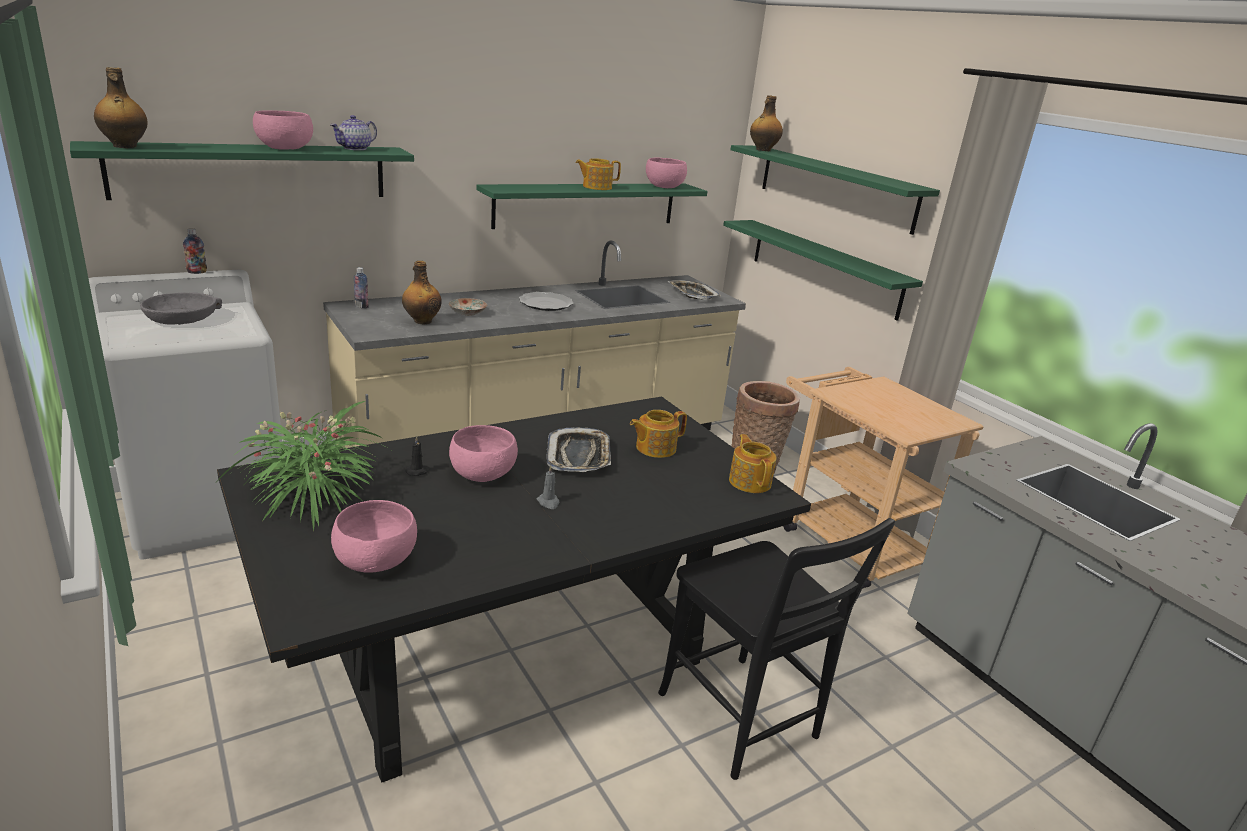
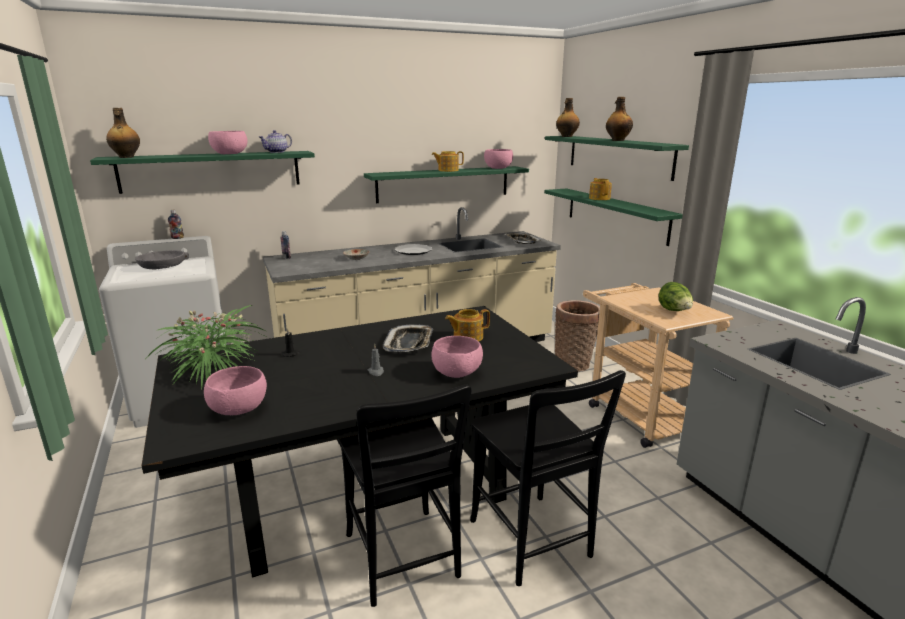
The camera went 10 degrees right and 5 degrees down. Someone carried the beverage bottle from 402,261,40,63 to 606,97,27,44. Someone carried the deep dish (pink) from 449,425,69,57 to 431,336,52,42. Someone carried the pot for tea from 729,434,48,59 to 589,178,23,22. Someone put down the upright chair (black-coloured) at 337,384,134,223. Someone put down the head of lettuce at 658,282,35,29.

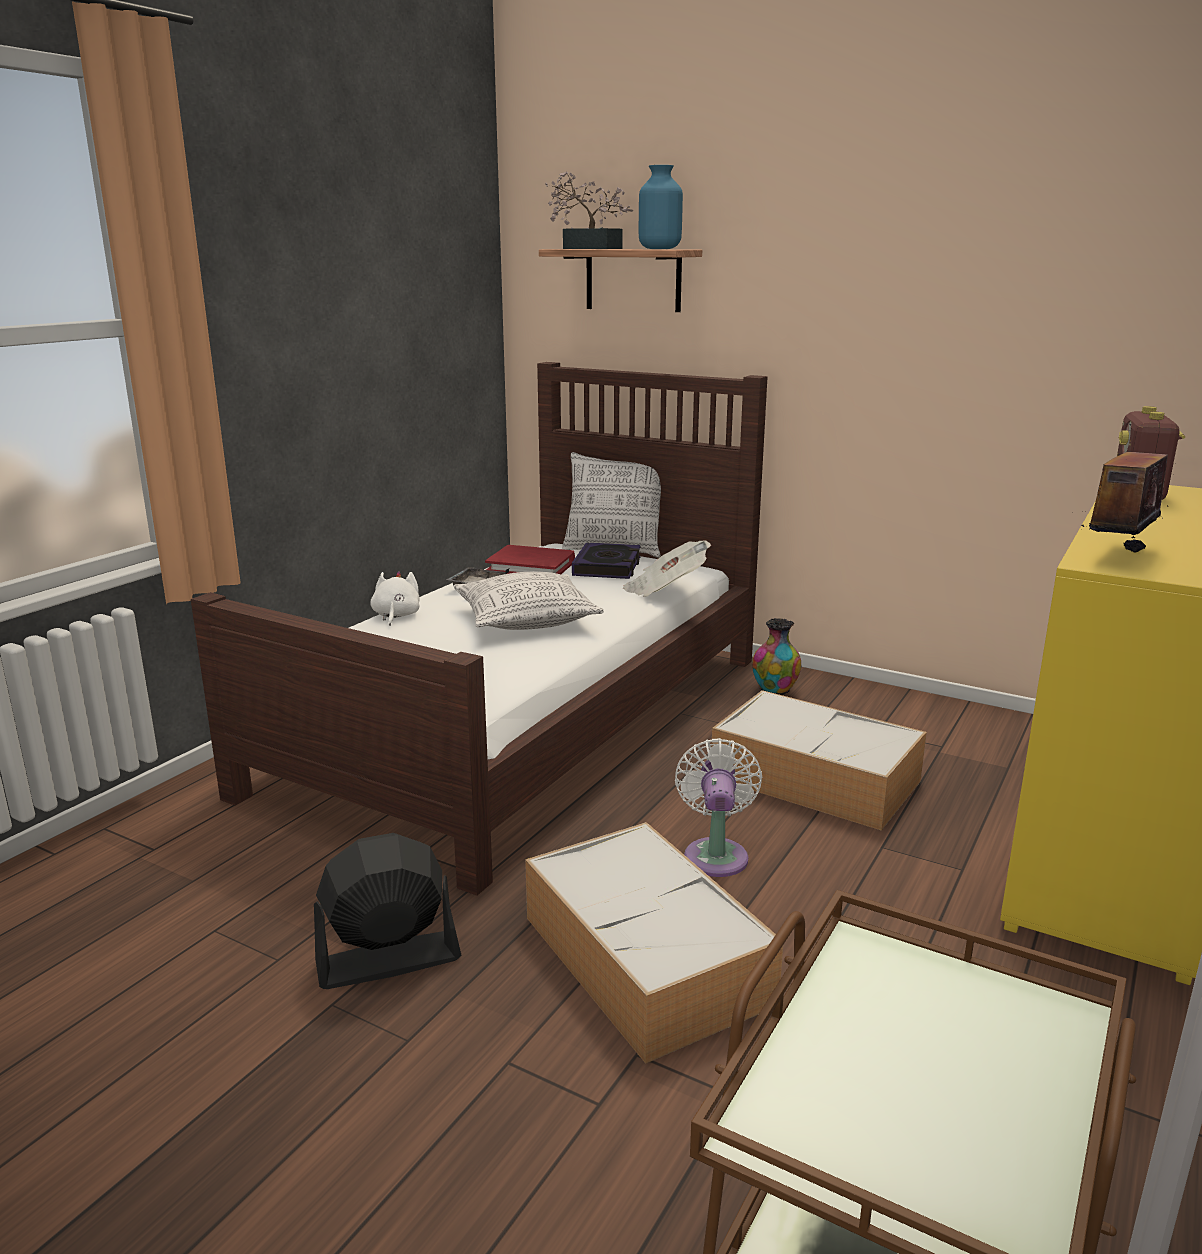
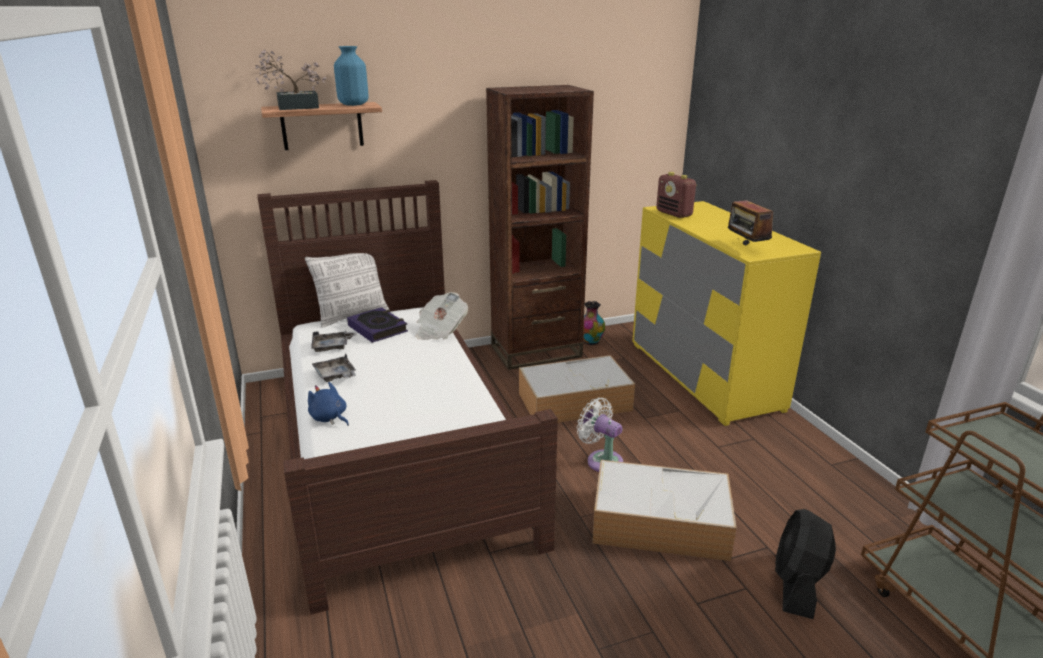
The camera went 50 degrees left and 5 degrees up. Someone carried the fan (black-coloured) from 314,833,148,156 to 775,509,61,110. Someone repainted the plush toy (white-coloured) at 370,571,50,55, which became the plush toy (bluish) at 308,382,41,44. Someone took away the pillow at 454,572,150,58. Someone swapped the volume (reddish) at 485,545,90,29 for the serving tray (grey) at 311,331,45,21. Someone carried the flower vase from 752,618,49,77 to 583,301,22,44. Someone put down the bookshelf (brownish) at 486,85,108,285.

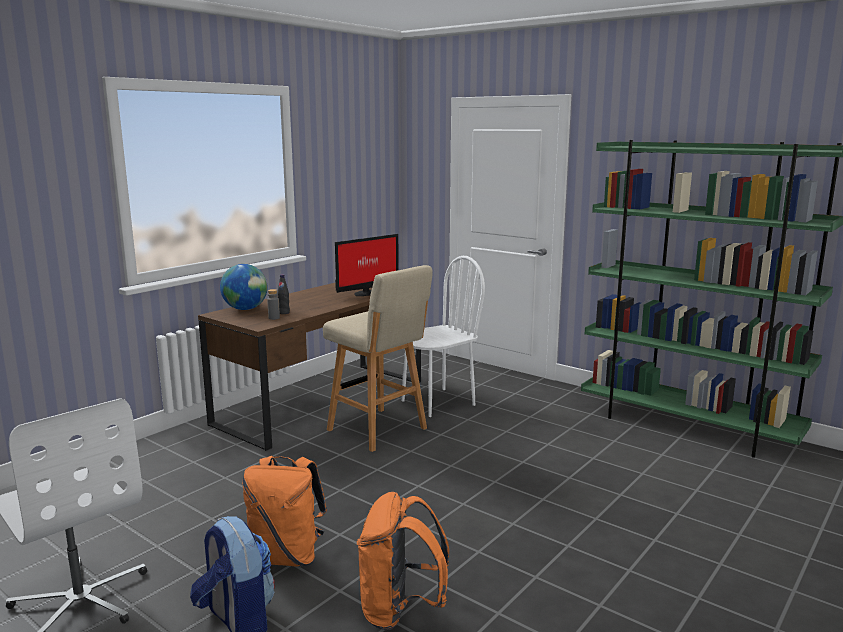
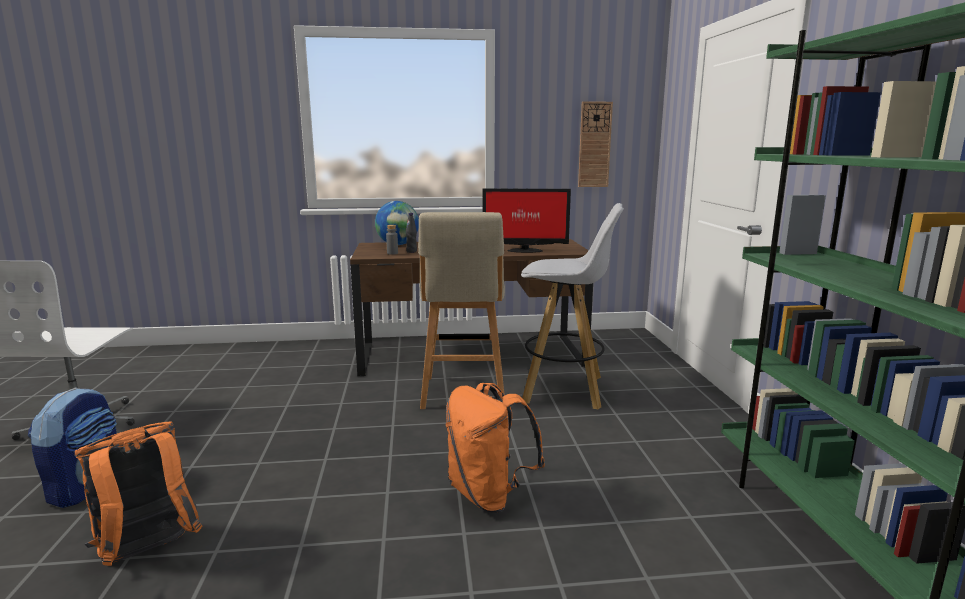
The camera went 45 degrees right and 0 degrees up. Someone carried the backpack (orange-coloured) from 242,456,85,111 to 446,383,99,130. Someone swapped the upright chair (white-coloured) at 402,256,83,161 for the stool (white-coloured) at 521,203,103,206. Someone put up the wall clock at 578,101,35,86.

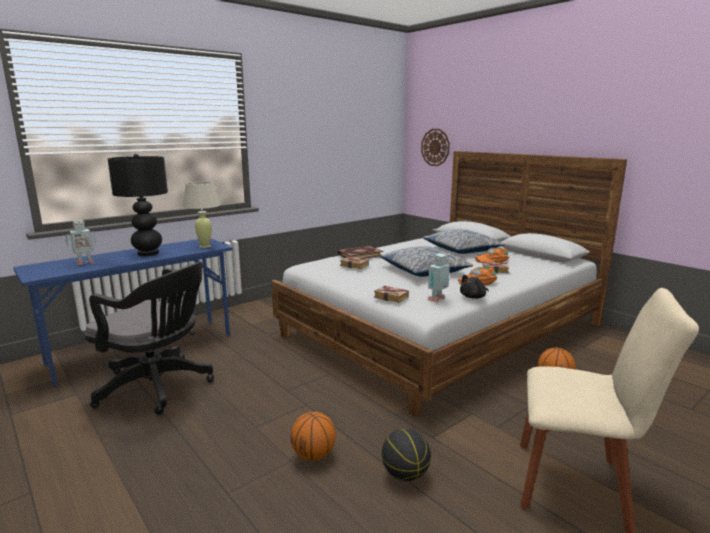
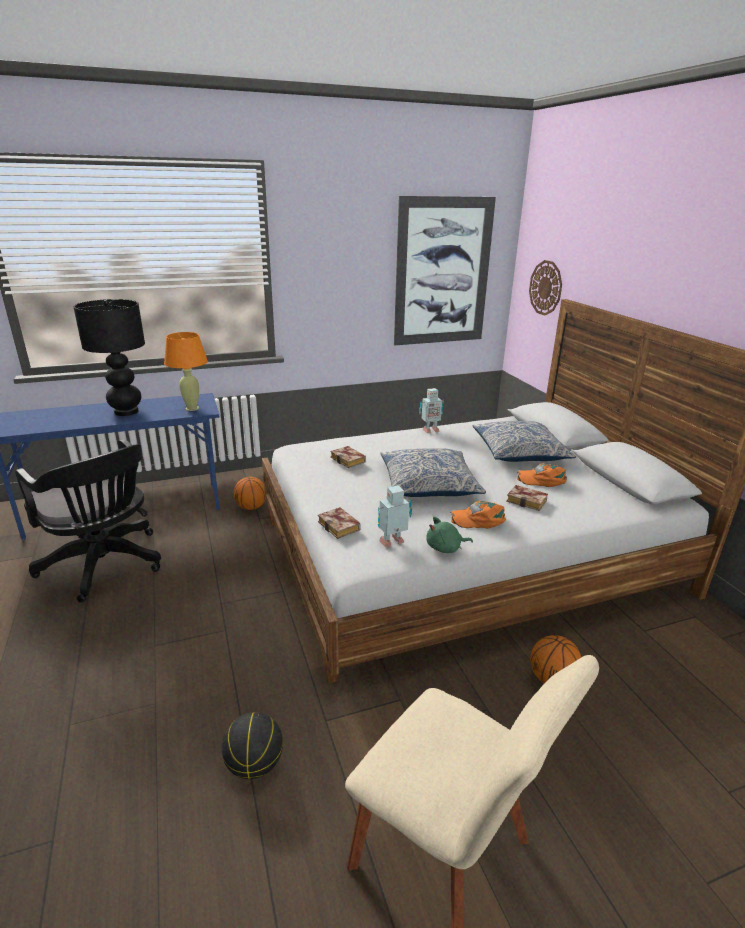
The camera went 20 degrees right and 10 degrees up. Someone carried the model robot from 66,220,30,45 to 419,388,25,45. Someone repainted the tabletop lamp (beige) at 183,182,37,66, which became the tabletop lamp (orange-coloured) at 164,332,44,79. Someone carried the basketball ball from 290,412,46,48 to 233,477,33,33. Someone took away the volume at 337,246,47,13. Someone repainted the plush toy (black-coloured) at 460,275,29,24, which became the plush toy (greenish) at 426,517,47,36. Someone put up the wall picture at 394,196,102,150.

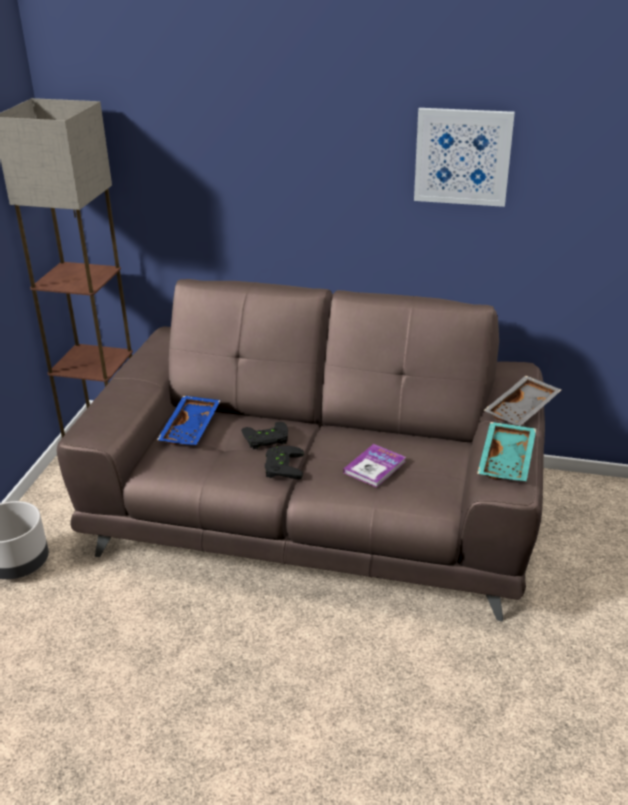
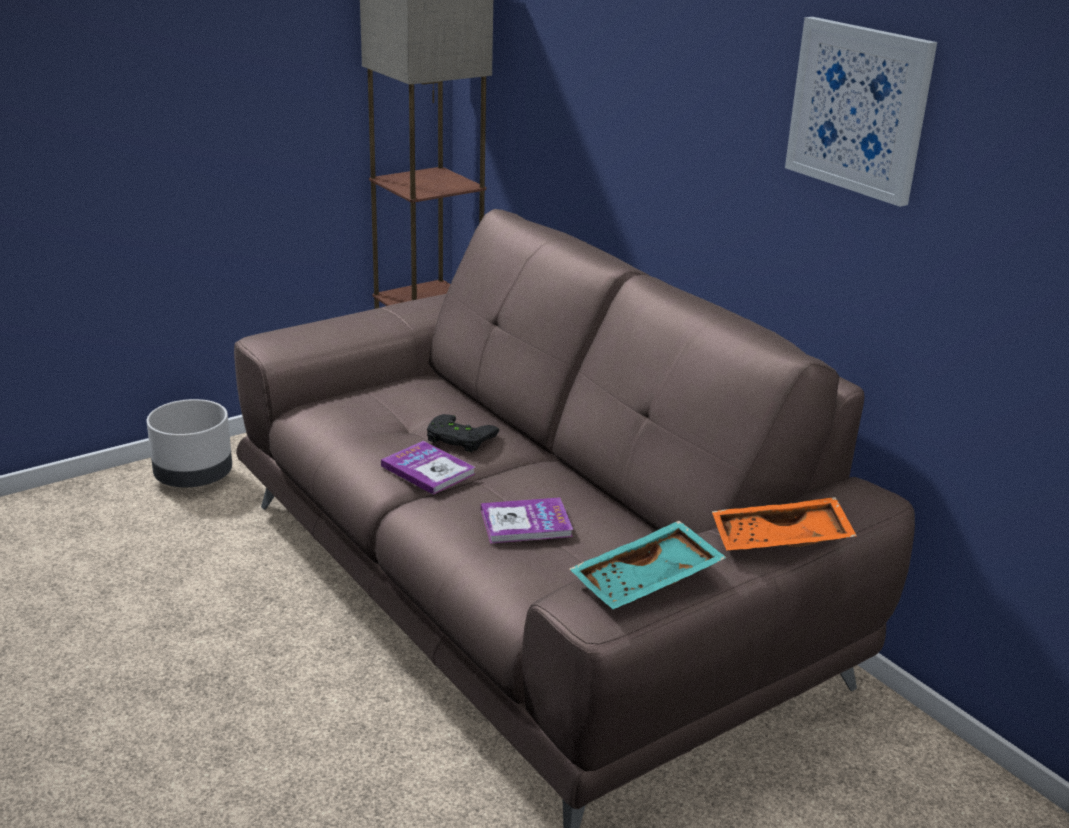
The camera went 40 degrees right and 5 degrees down. Someone took away the serving tray (bluish) at 157,396,64,49. Someone swapped the joypad (black-coloured) at 265,446,39,33 for the volume at 381,441,94,54. Someone repainted the serving tray (grey) at 483,375,78,51, which became the serving tray (orange-coloured) at 712,497,145,54.

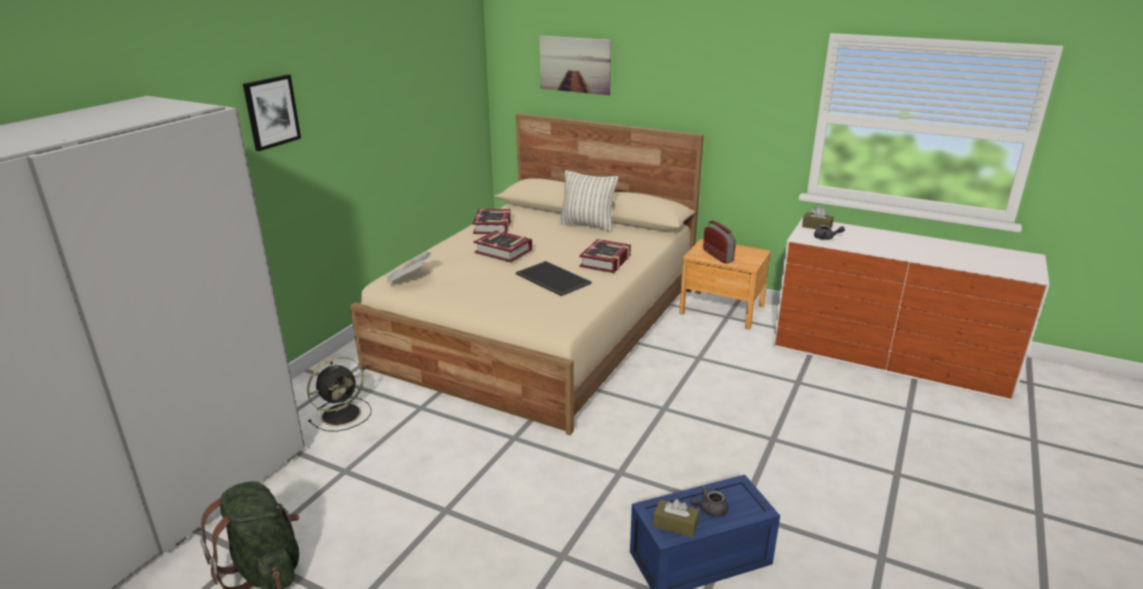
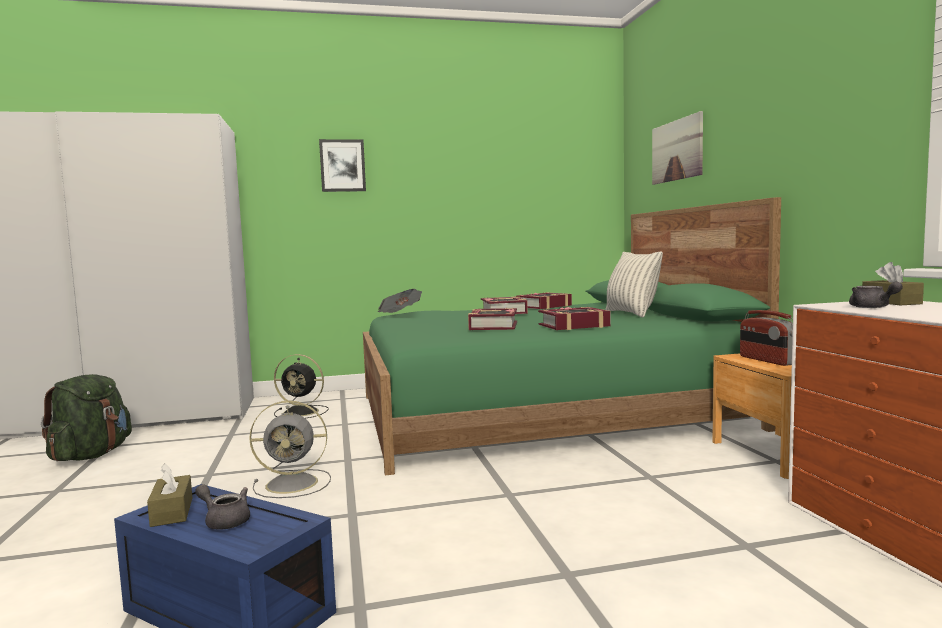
The camera went 50 degrees right and 20 degrees down. Someone repainted the sleeping bed (beige) at 350,113,354,322, which became the sleeping bed (greenish) at 363,197,418,279. Someone swapped the serving tray at 516,261,76,35 for the volume at 468,308,49,22. Someone rotated the radio set at 703,220,33,43 by 135 degrees clockwise. Someone put down the fan (grey) at 249,401,82,97.

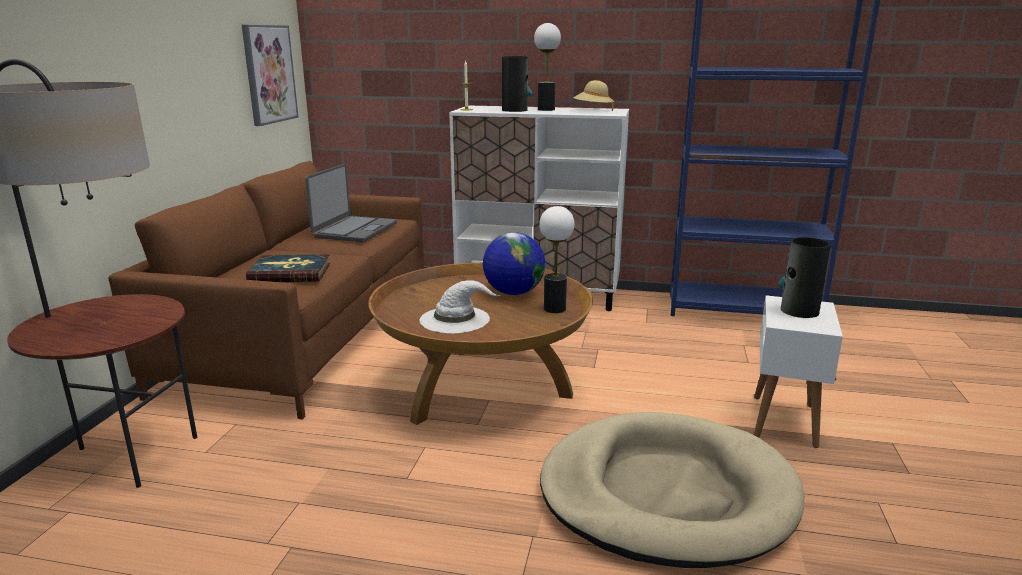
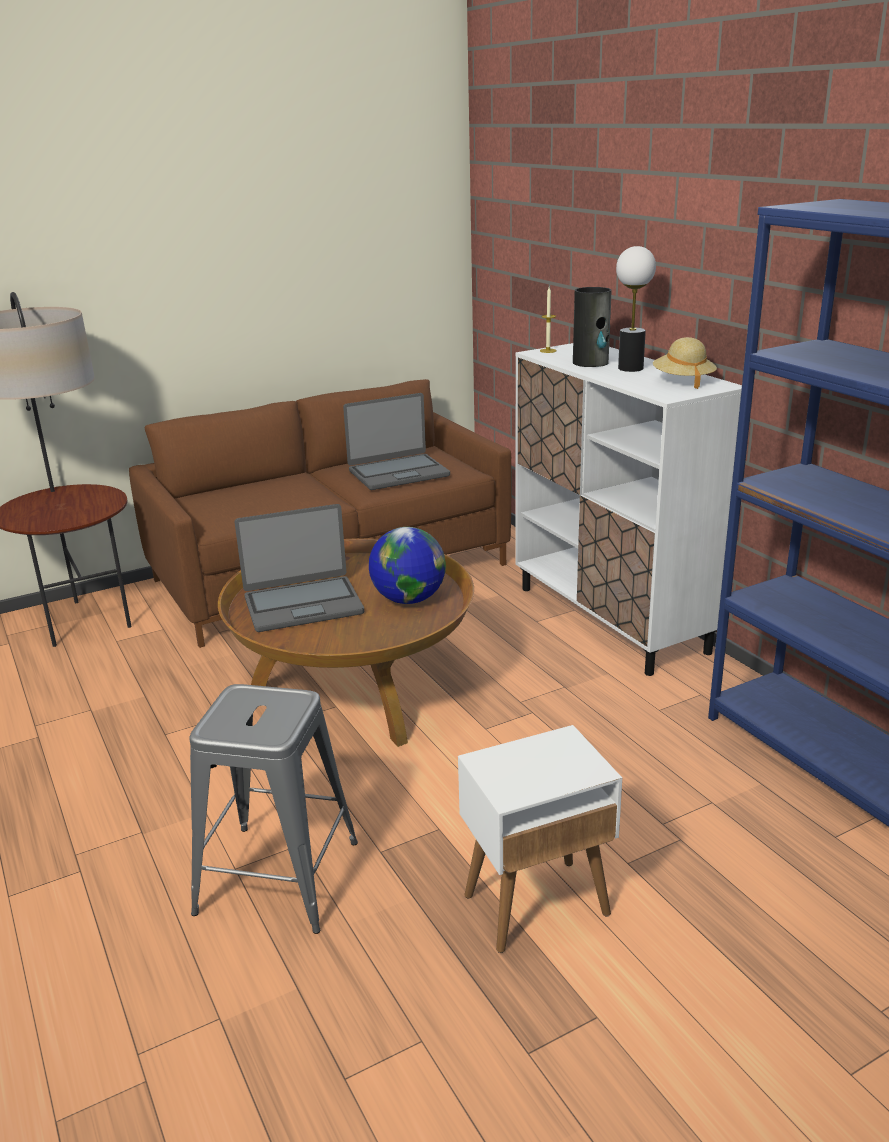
The camera went 50 degrees right and 5 degrees up. Someone took away the wall picture at 242,25,56,101. Someone took away the volume at 246,254,84,28. Someone swapped the clothing hat (white-coloured) at 420,280,81,54 for the notebook computer at 235,504,129,128. Someone took away the tabletop lamp at 539,206,36,107. Someone swapped the pet bed (beige) at 540,412,264,156 for the stool (grey) at 189,684,169,250. Someone took away the flower vase at 778,237,53,81.

